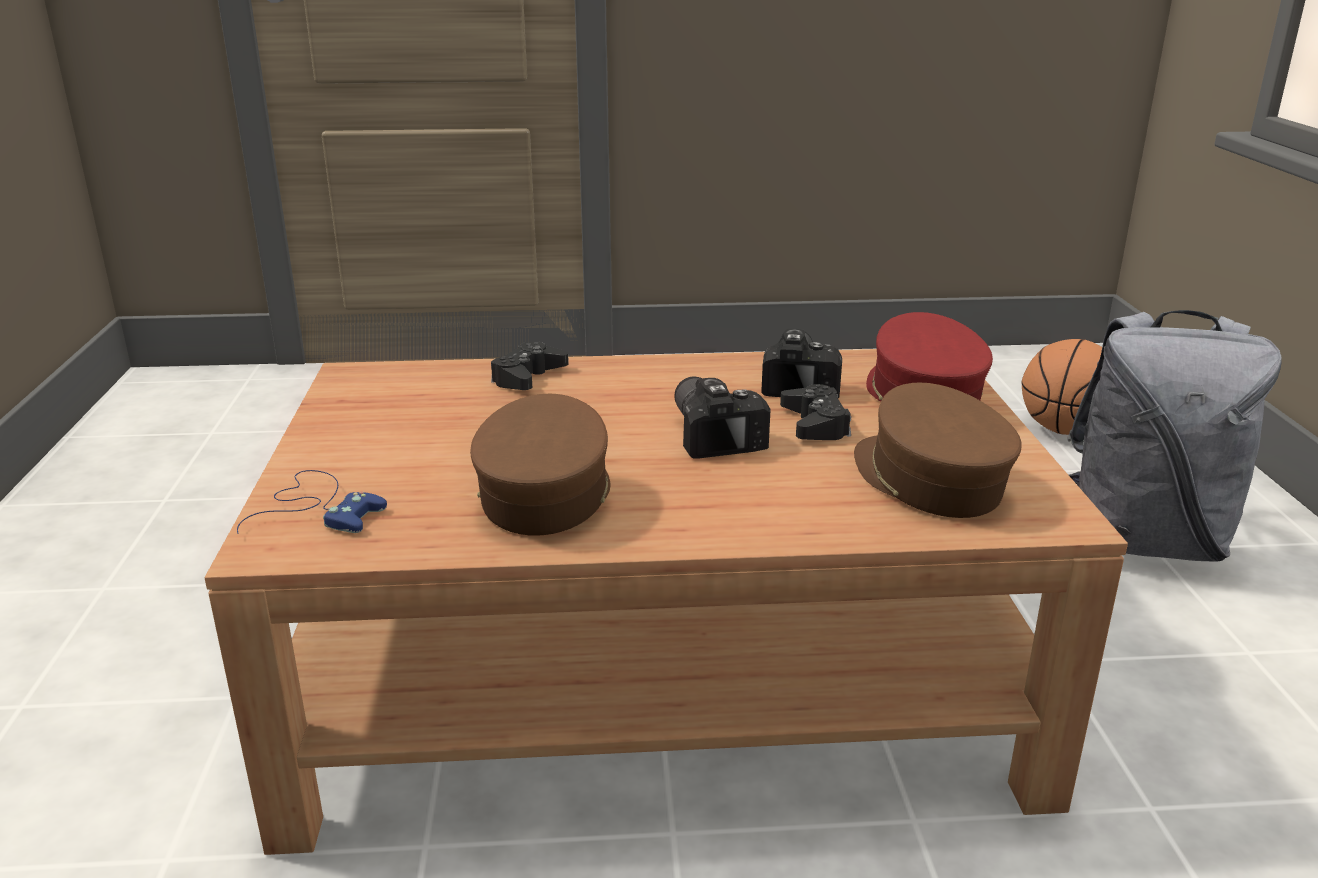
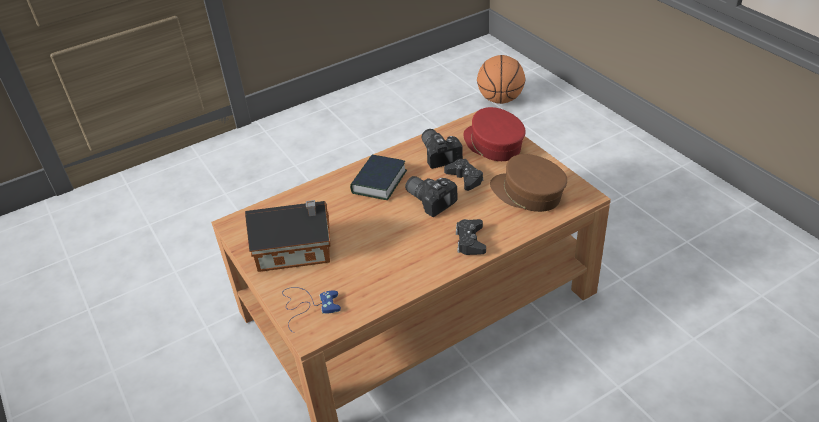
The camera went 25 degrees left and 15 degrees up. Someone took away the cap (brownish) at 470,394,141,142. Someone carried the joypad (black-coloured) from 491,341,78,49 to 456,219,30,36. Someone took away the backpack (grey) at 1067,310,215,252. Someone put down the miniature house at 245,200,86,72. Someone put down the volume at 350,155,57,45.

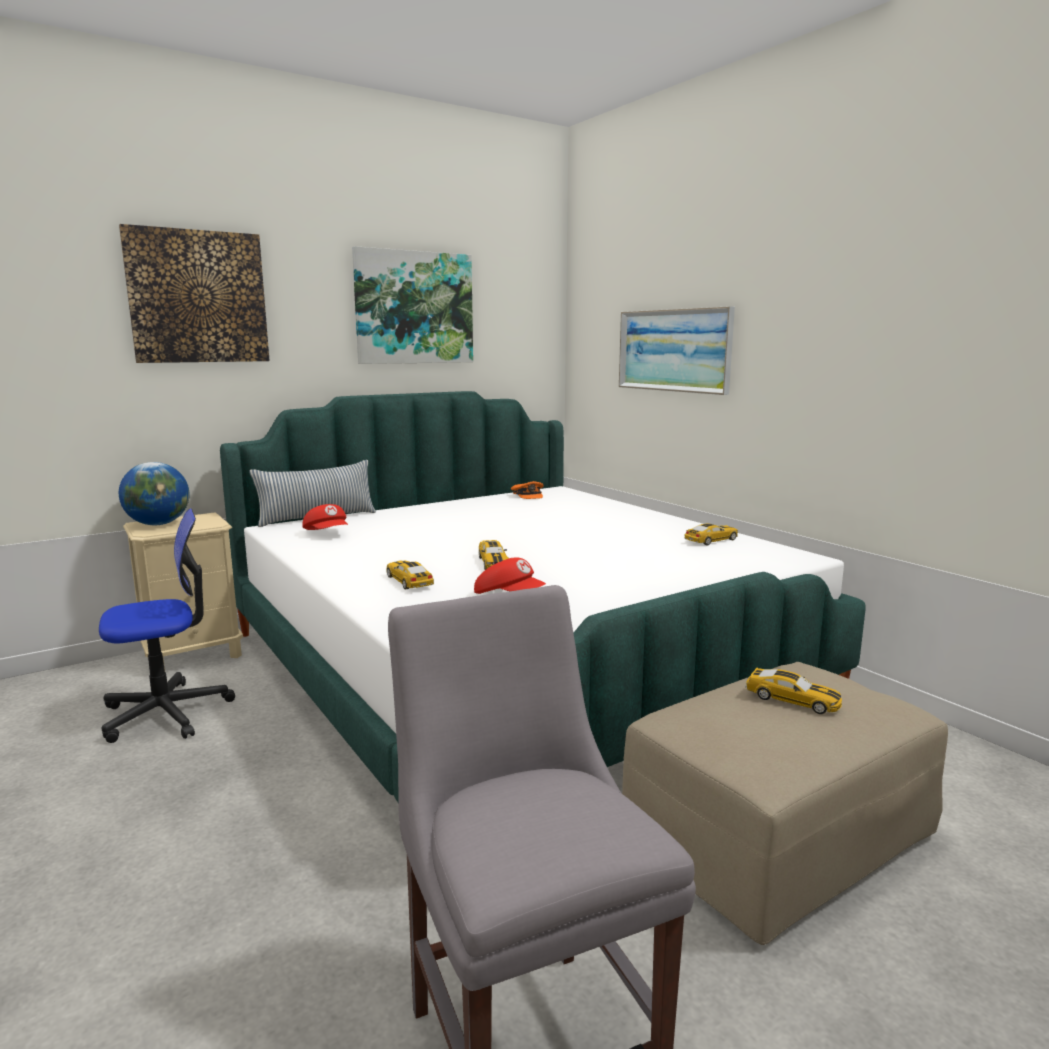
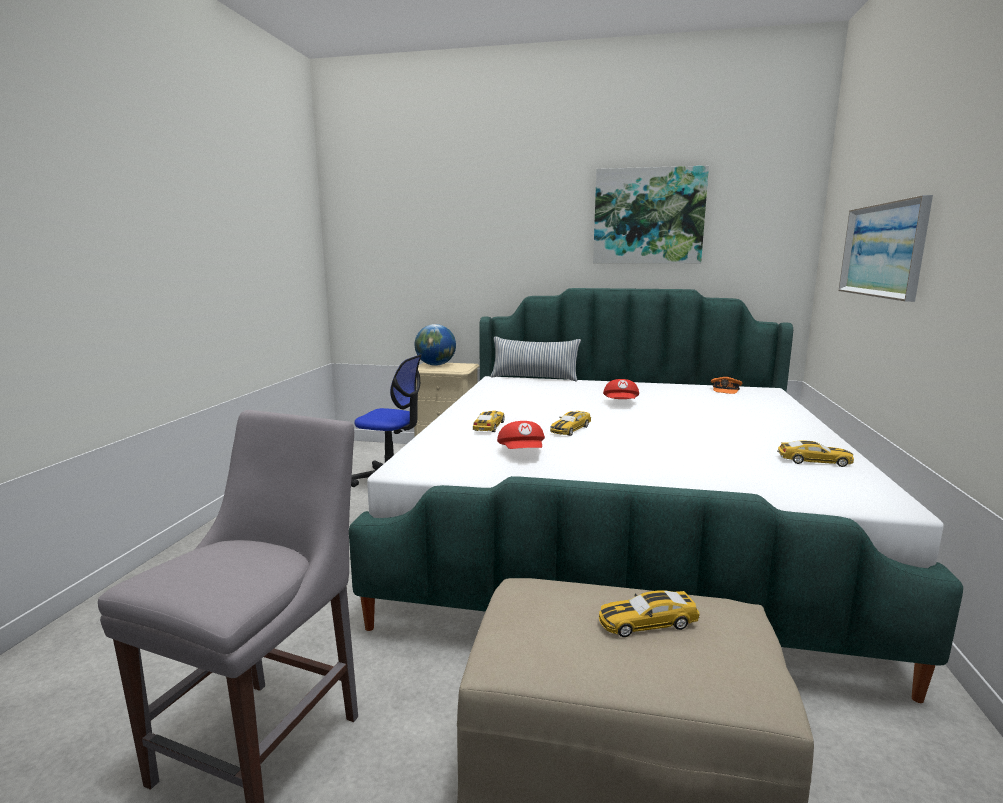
The camera went 45 degrees right and 0 degrees up. Someone took away the wall picture at 119,224,151,139. Someone carried the cap (reddish) from 302,504,46,26 to 603,379,36,20. Someone rotated the model car at 745,668,97,46 by 90 degrees clockwise.

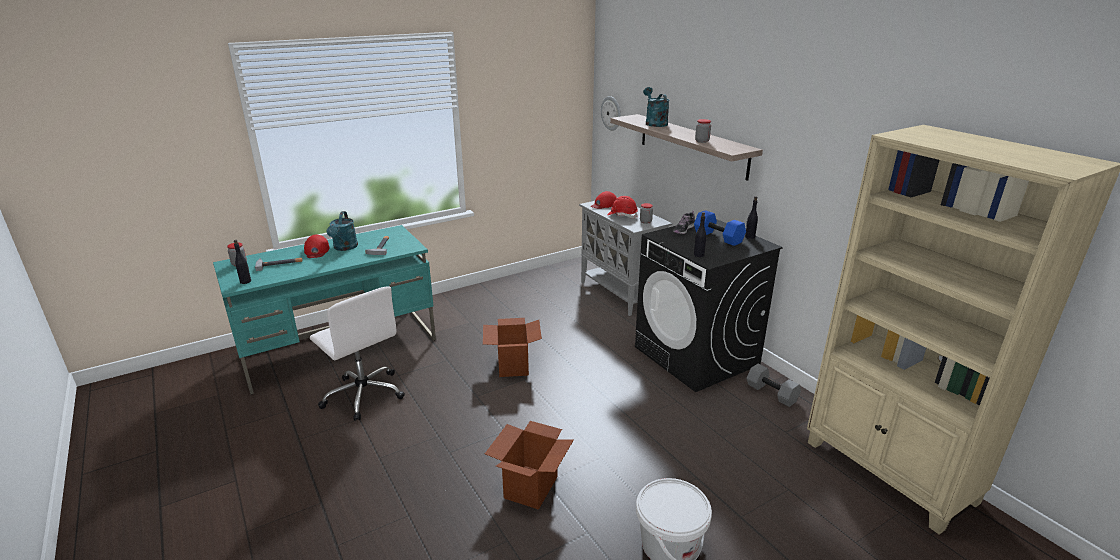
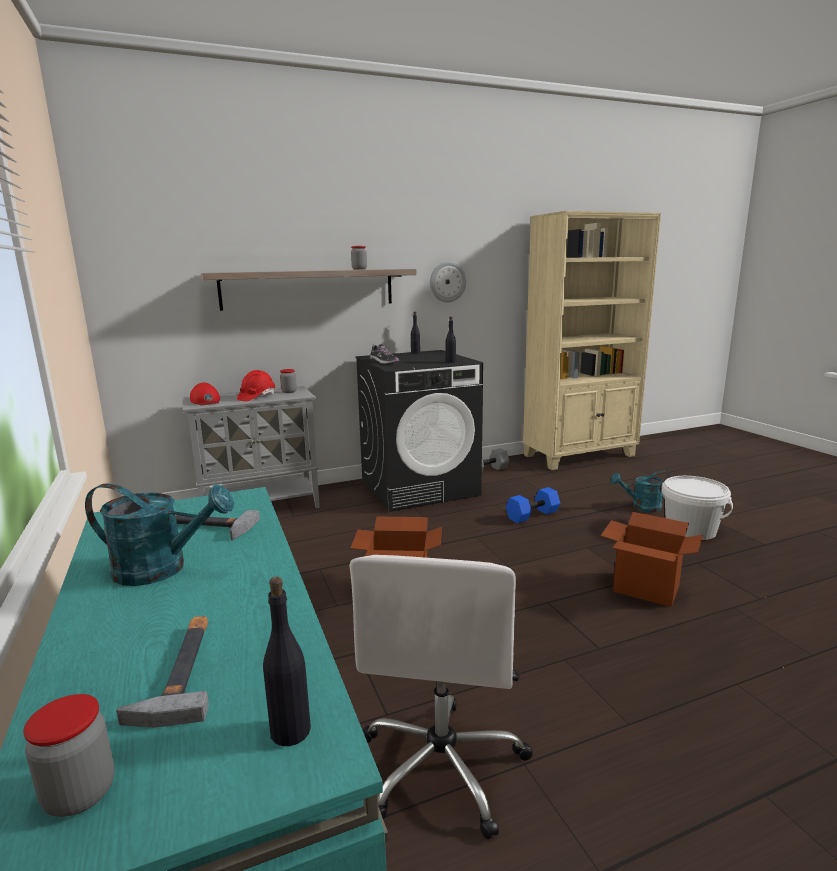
The camera went 80 degrees left and 10 degrees down. Someone took away the cap (reddish) at 304,234,25,24. Someone rotated the desk chair (white-coloured) at 310,286,95,135 by 135 degrees clockwise. Someone carried the wall clock from 601,96,20,35 to 430,261,36,42. Someone carried the sprinkling can (turquoise) from 643,87,27,40 to 611,471,59,41. Someone carried the free weight (bluish) from 694,210,52,36 to 506,487,54,36.

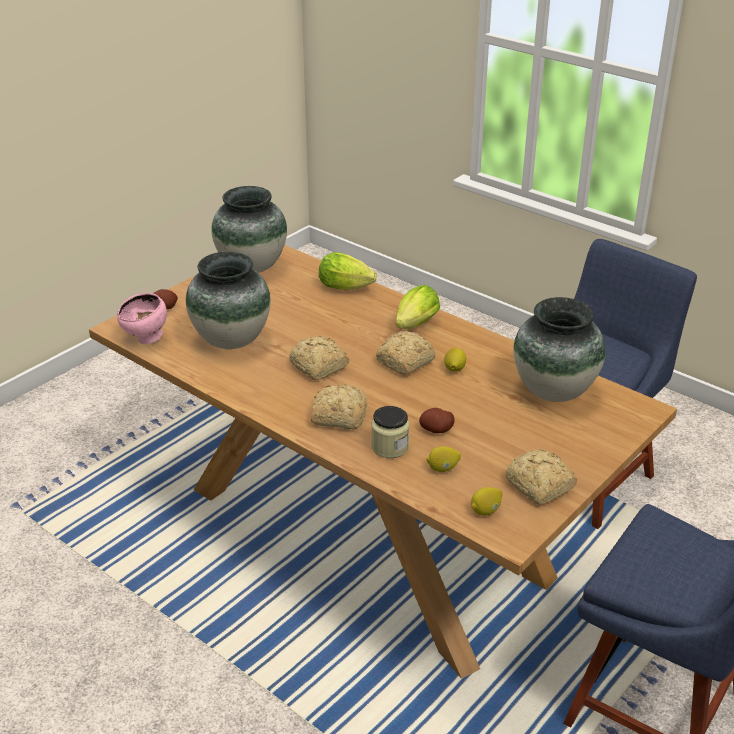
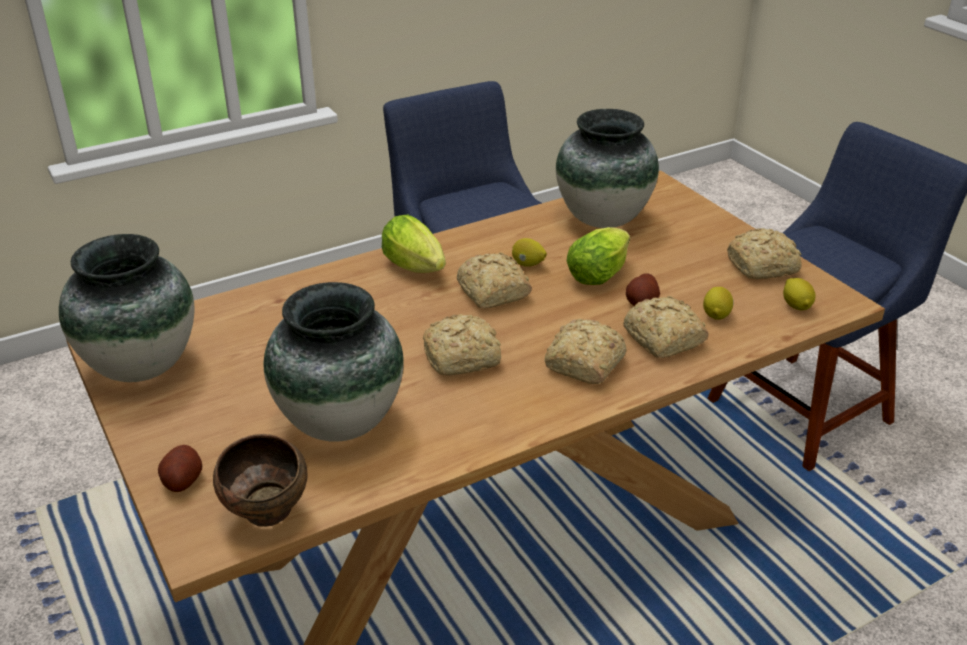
The camera went 70 degrees left and 0 degrees up. Someone repainted the deep dish (pink) at 117,293,50,51, which became the deep dish (brownish) at 213,434,94,93. Someone carried the head of lettuce from 319,252,58,38 to 567,227,63,58. Someone swapped the preserve jar at 371,406,38,52 for the bread at 623,296,86,62.

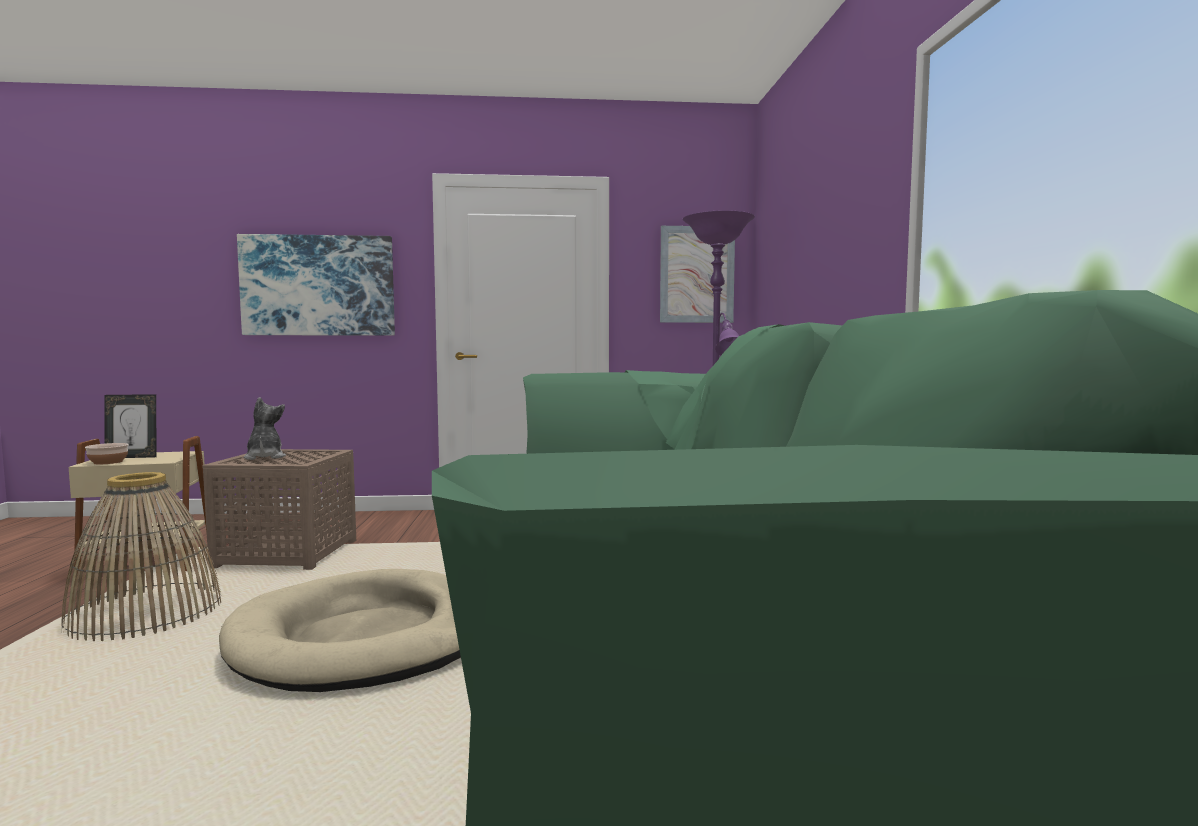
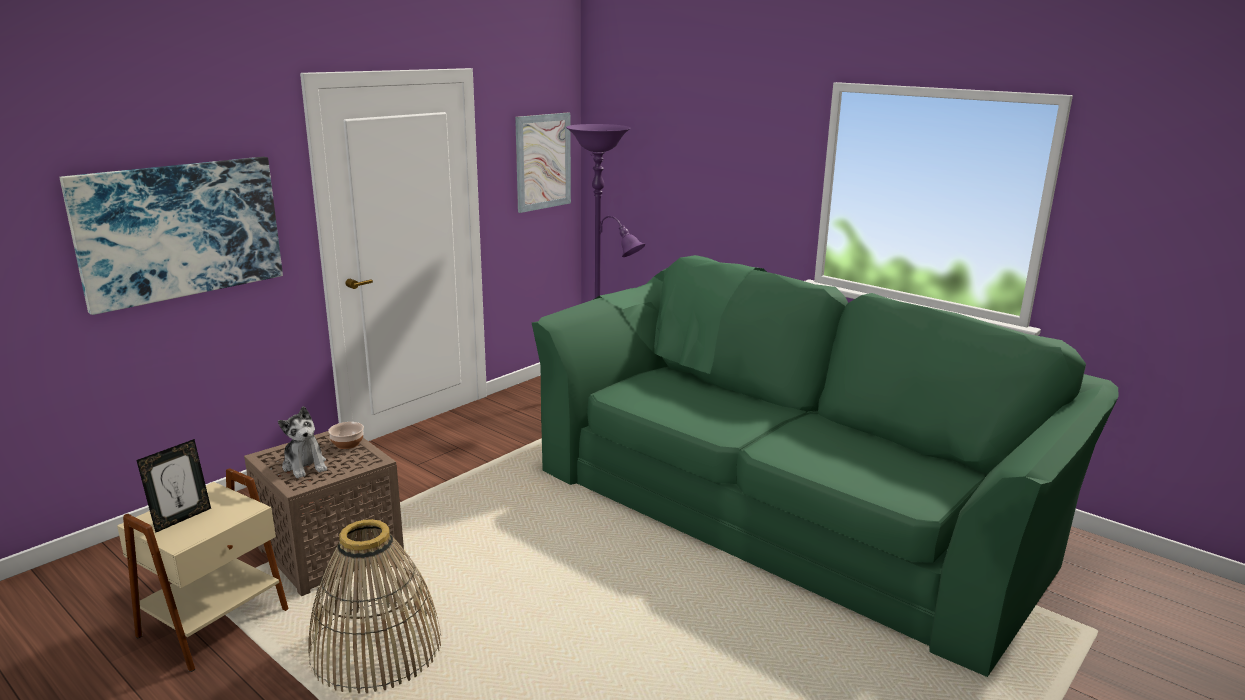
The camera went 45 degrees left and 15 degrees up. Someone carried the deep dish from 85,443,44,21 to 328,422,36,27. Someone took away the pet bed (beige) at 219,569,242,123. Someone rotated the plush toy at 244,397,42,63 by 150 degrees counterclockwise.

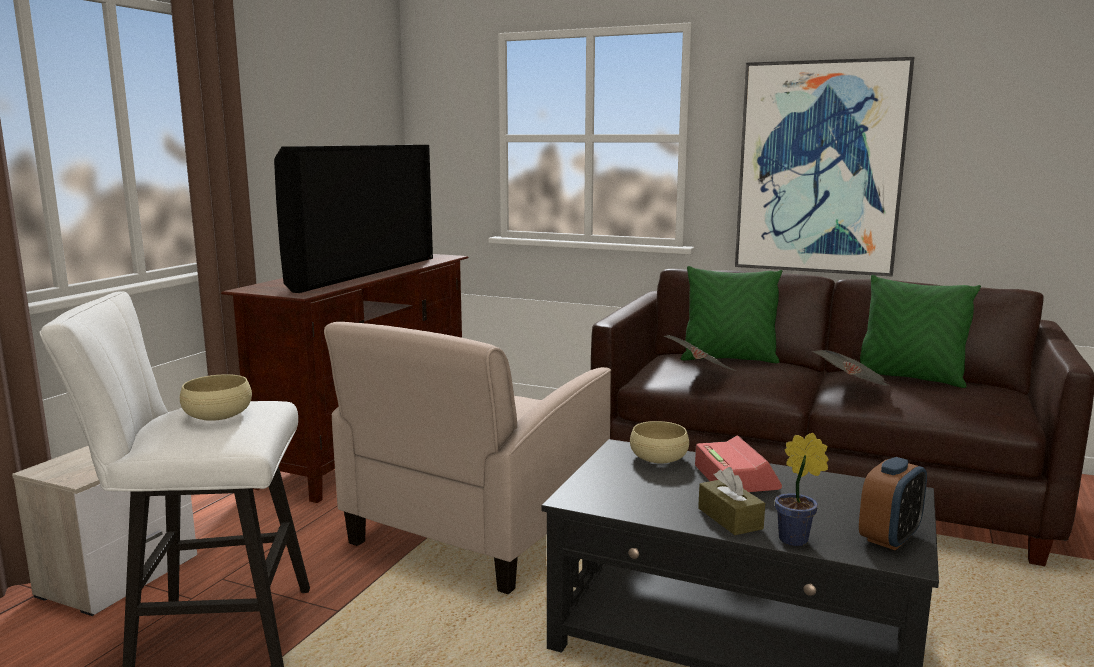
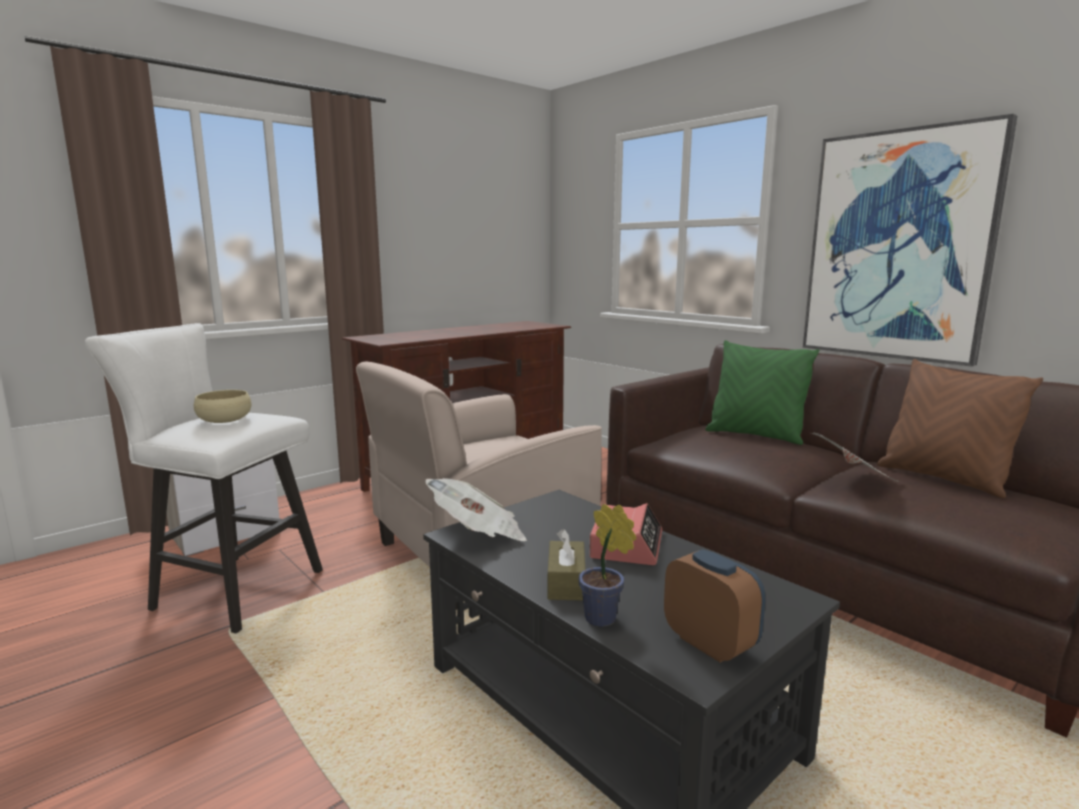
The camera went 25 degrees right and 0 degrees up. Someone took away the TV at 274,145,159,148. Someone took away the deep dish (beige) at 630,421,59,42. Someone carried the newspaper from 664,335,74,36 to 425,478,102,63. Someone rotated the alarm clock at 859,457,68,94 by 105 degrees counterclockwise. Someone repainted the pillow (greenish) at 860,275,121,113, which became the pillow (brownish) at 877,359,166,139.

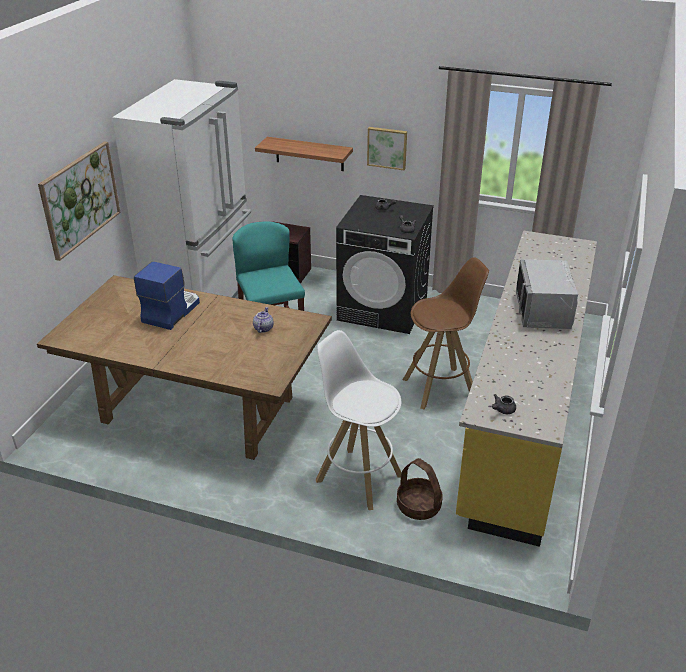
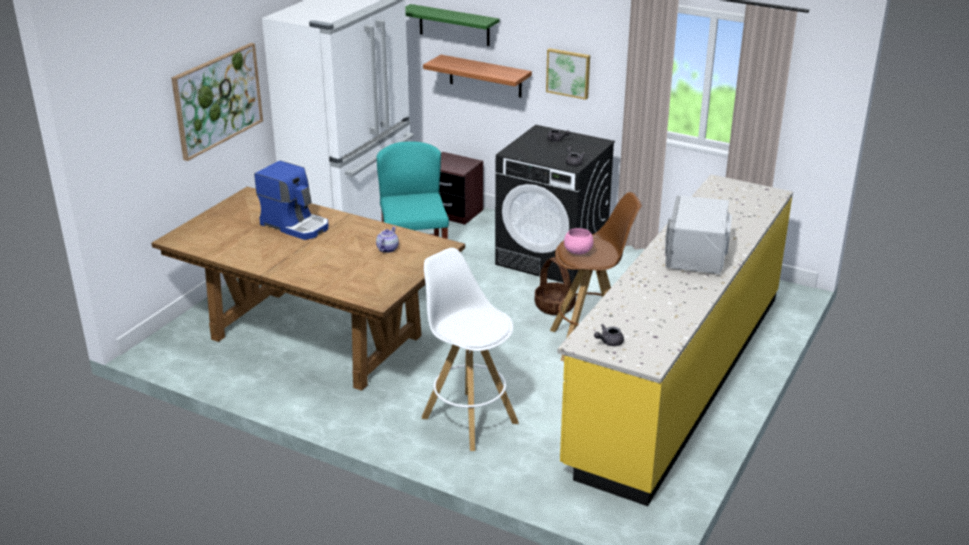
The camera went 10 degrees right and 5 degrees down. Someone rotated the coffee brewer at 134,262,66,68 by 90 degrees clockwise. Someone carried the basket from 397,458,46,62 to 535,257,41,58. Someone put up the wall shelf (greenish) at 405,4,94,42. Someone put down the deep dish (pink) at 564,228,29,27.

